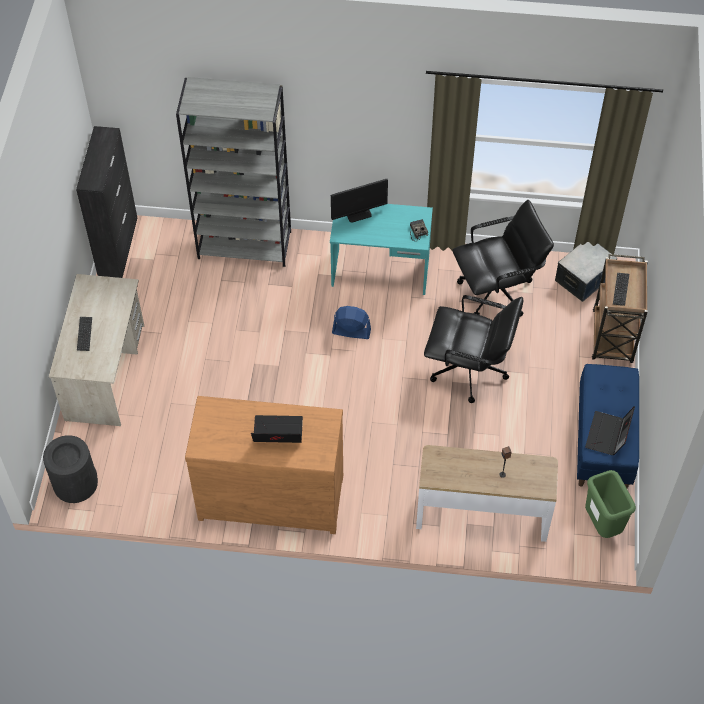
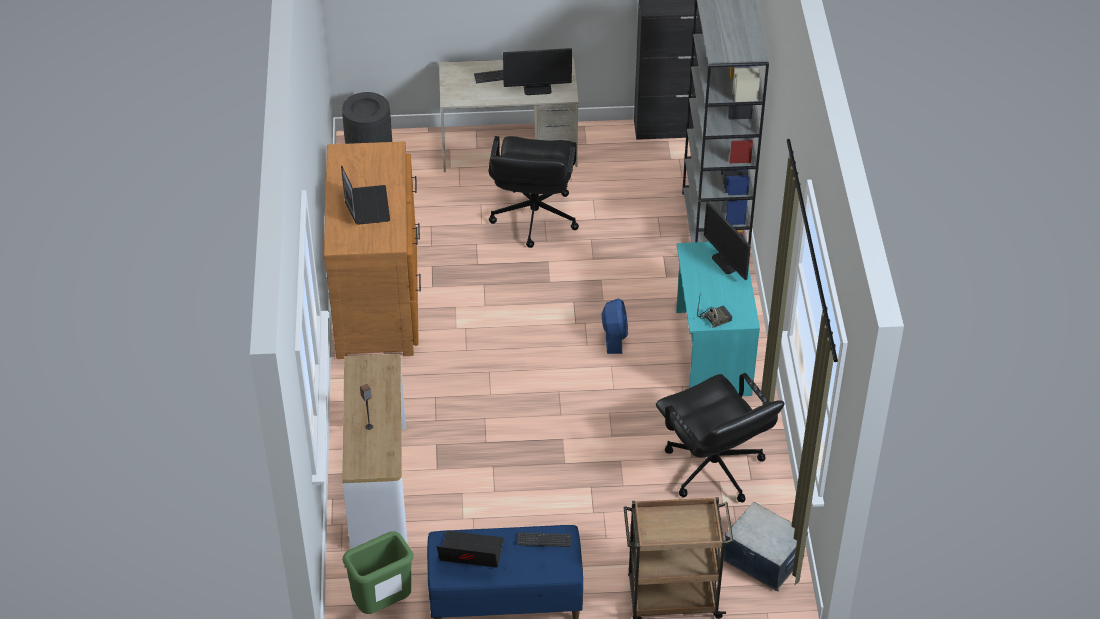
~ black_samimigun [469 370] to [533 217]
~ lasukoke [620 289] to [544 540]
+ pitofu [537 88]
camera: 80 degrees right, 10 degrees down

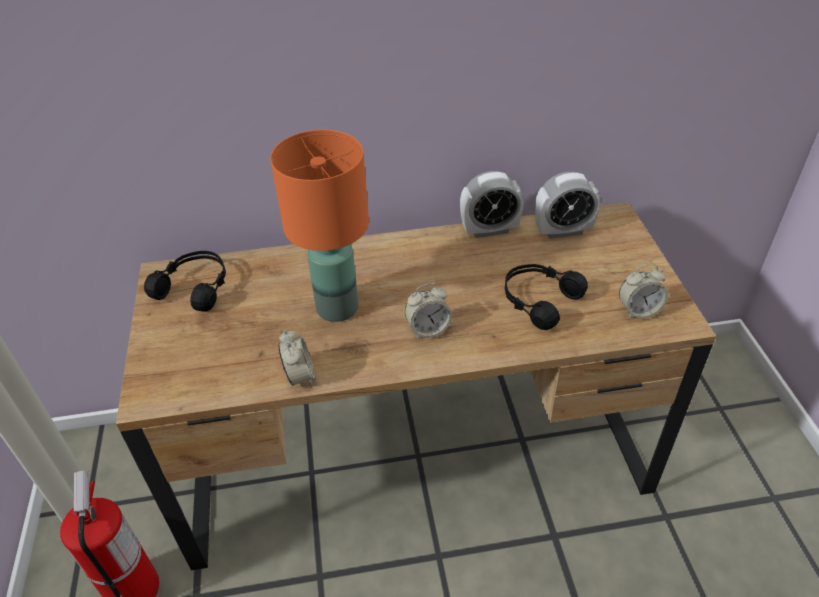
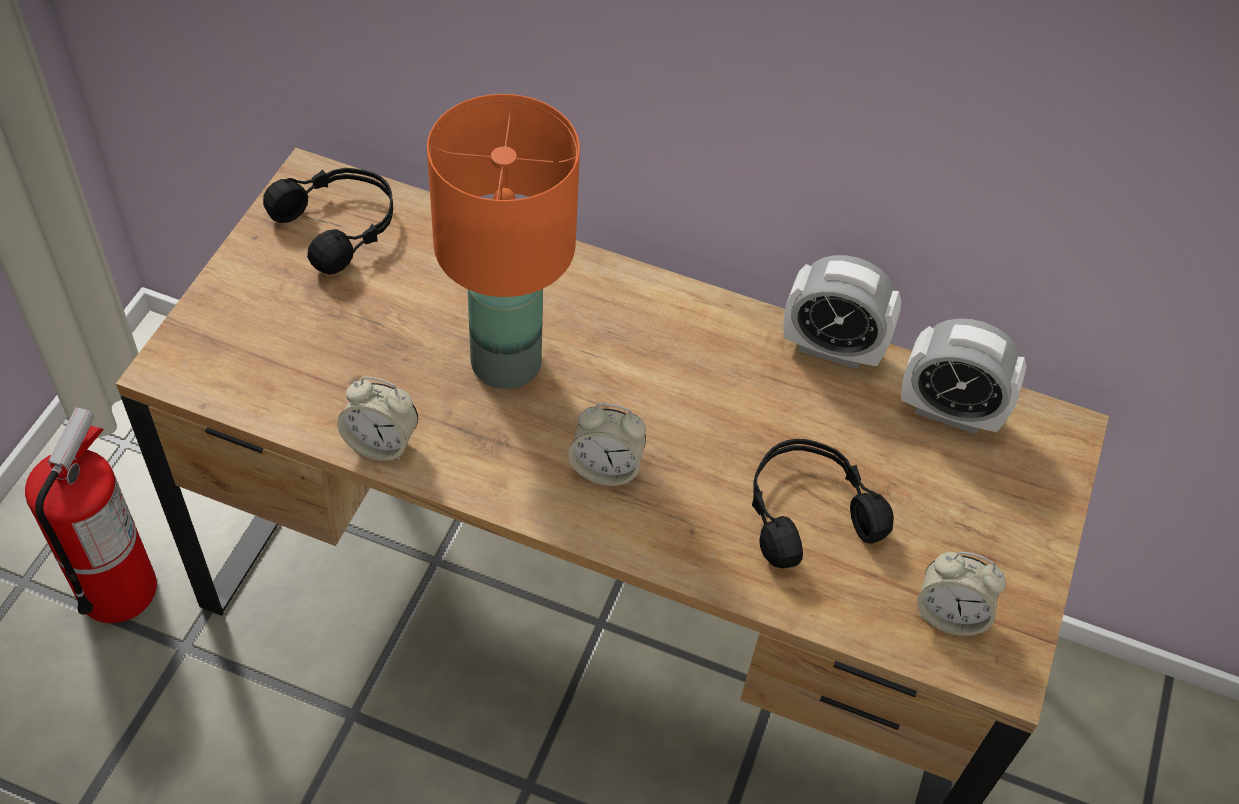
~ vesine [300 376] = [381 443] 90 degrees clockwise
camera: 25 degrees right, 10 degrees up

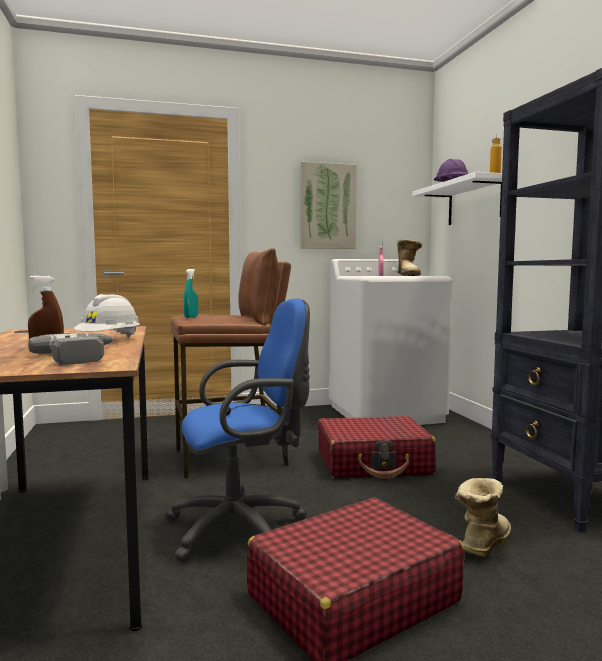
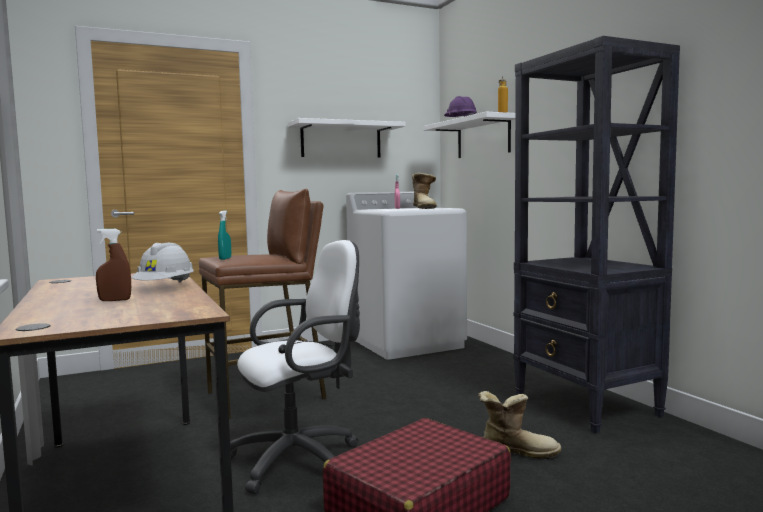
- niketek [83 356]
~ blue_samimigun [243 528] to white_samimigun [301 459]
~ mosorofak [327 206] to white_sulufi [341 140]
- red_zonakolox [374 463]
~ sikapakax [482 543] = [517 450] 75 degrees clockwise
camera: 10 degrees left, 0 degrees up

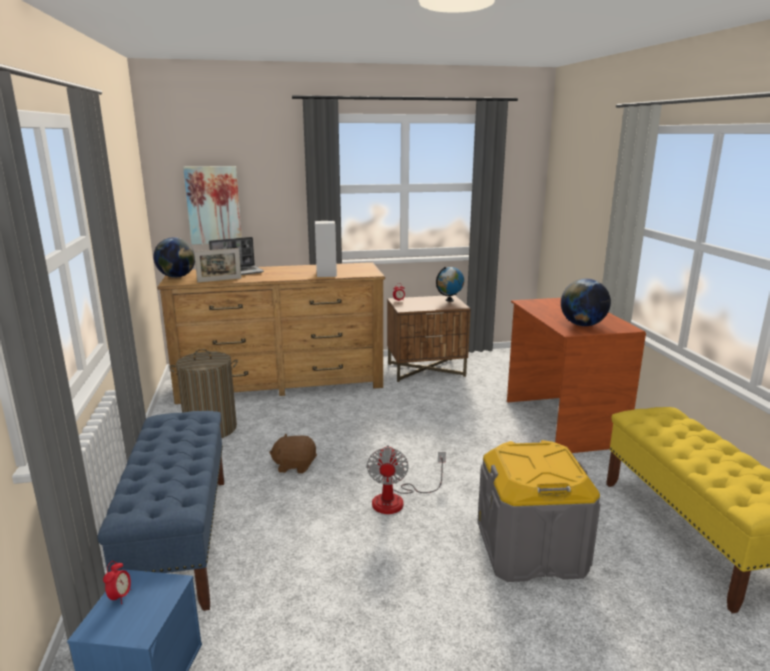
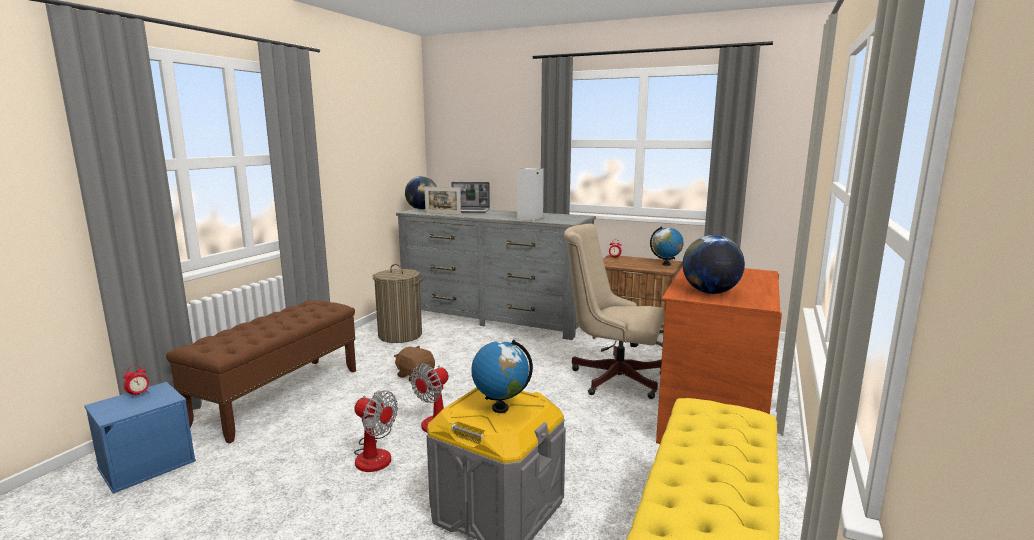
~ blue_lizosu [180 540] to brown_lizosu [279 396]
~ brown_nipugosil [281 383] to grey_nipugosil [495 317]
- mosorofak [213 205]
+ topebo [375 453]
+ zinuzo [500 408]
+ beige_samimigun [612 377]
camera: 35 degrees right, 5 degrees down

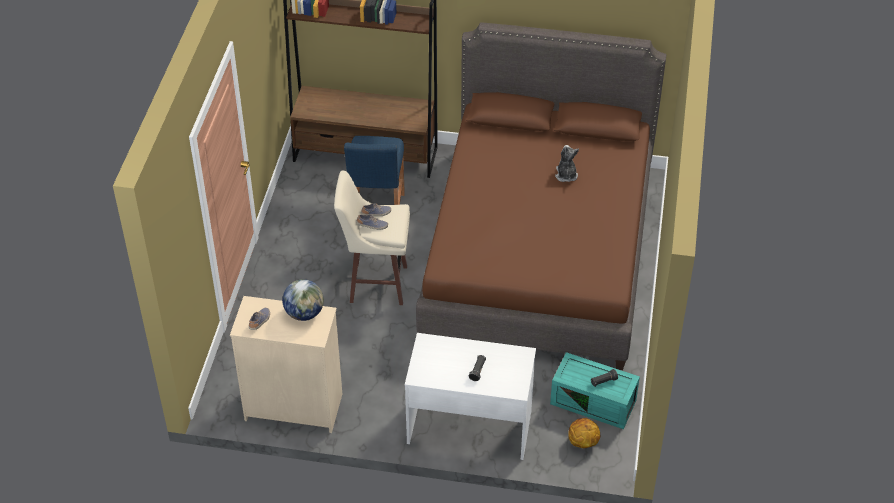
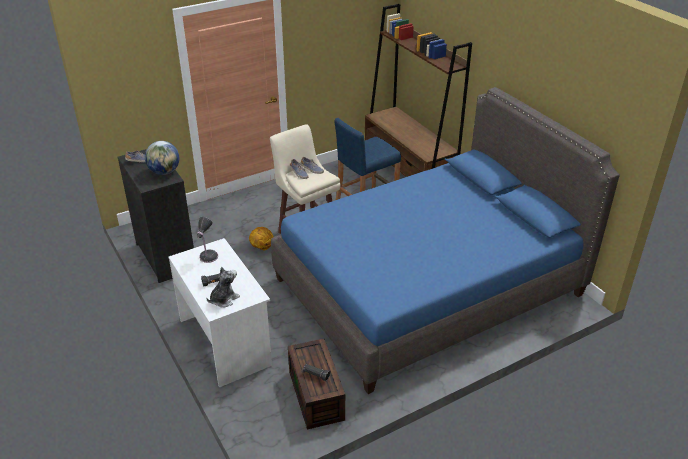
~ beige_nipugosil [294 406] to black_nipugosil [166 257]
~ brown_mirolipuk [538 252] to blue_mirolipuk [427 286]
~ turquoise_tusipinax [594 402] to brown_tusipinax [317 396]
~ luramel [566 175] to [223 299]
~ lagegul [582 442] to [262 247]
+ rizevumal [208 257]
camera: 50 degrees right, 10 degrees down

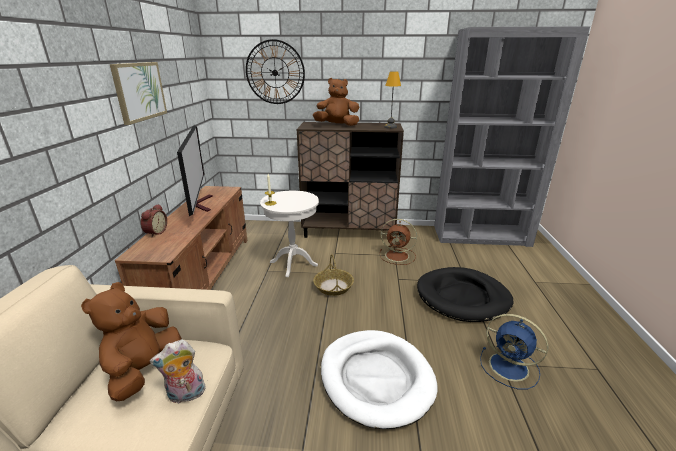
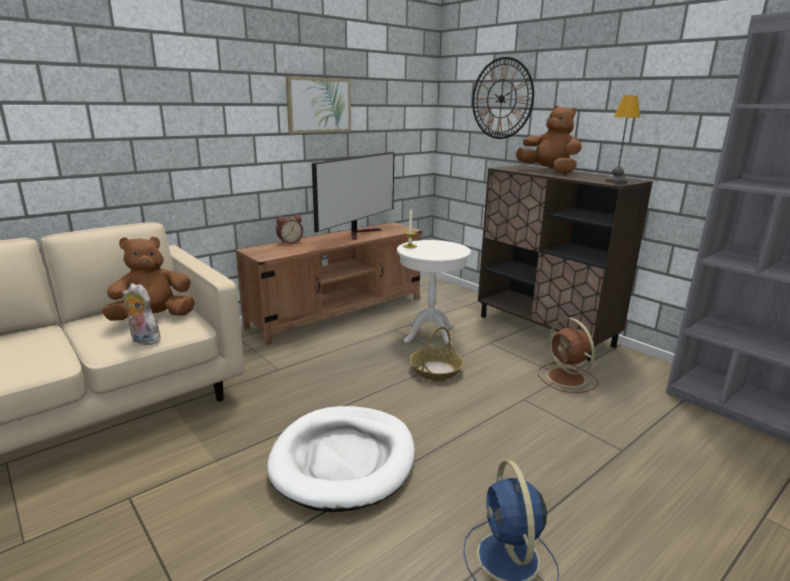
- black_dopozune [463 297]
camera: 45 degrees right, 5 degrees down

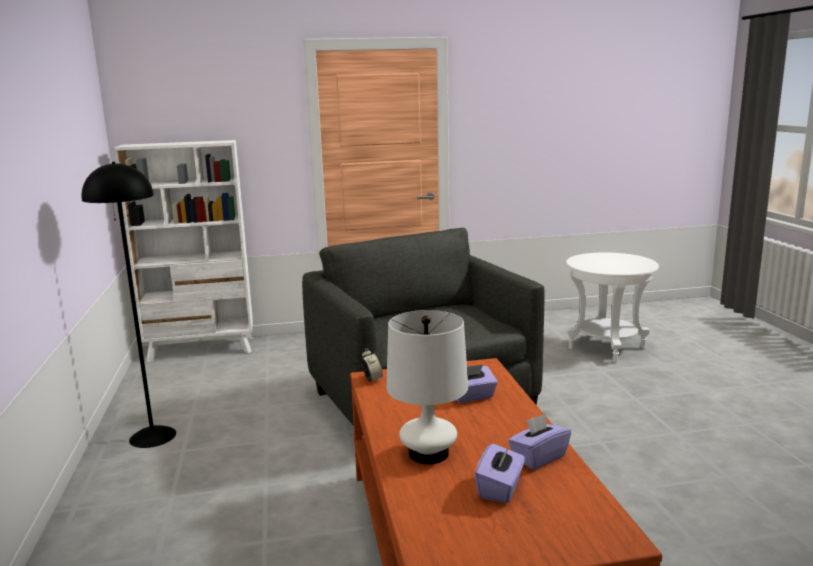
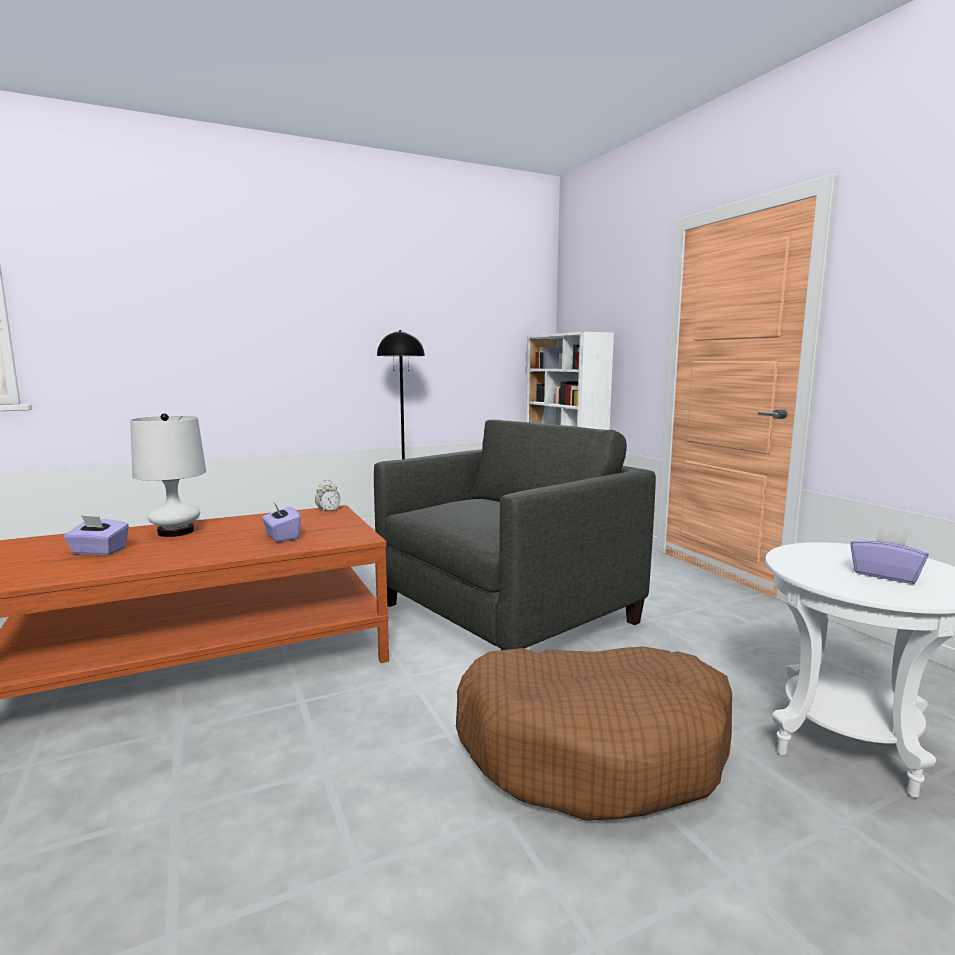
~ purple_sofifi [538 457] to [886 575]
+ brown_dopozune [594 748]
camera: 75 degrees right, 5 degrees down

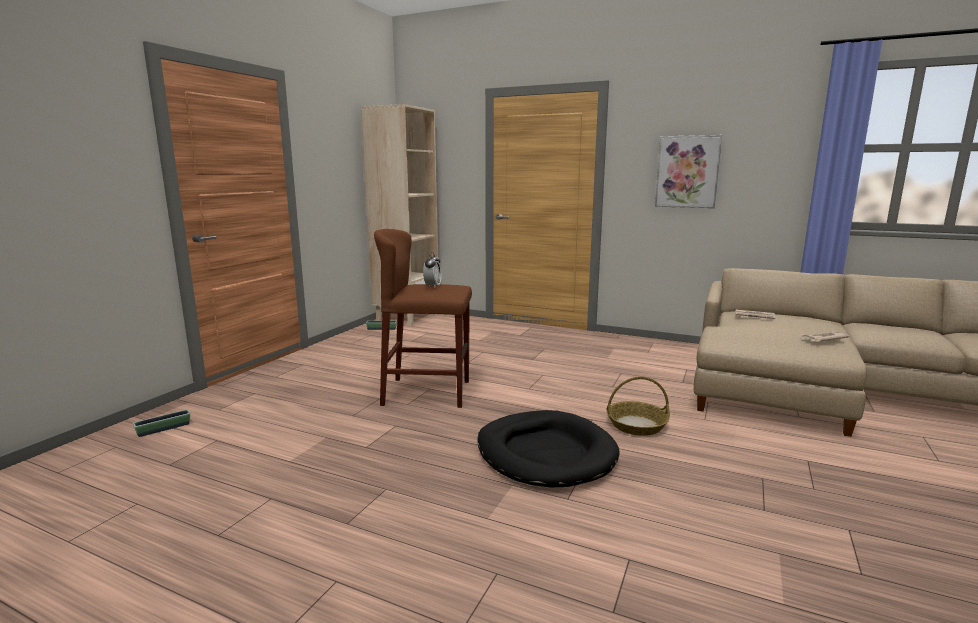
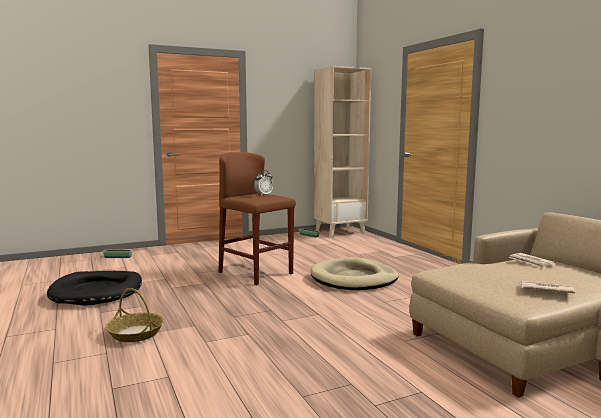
~ black_dopozune [545 453] to [97 291]
~ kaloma [636 425] to [135 333]
- mosorofak [687 172]
+ beige_dopozune [354 279]
camera: 40 degrees right, 5 degrees down

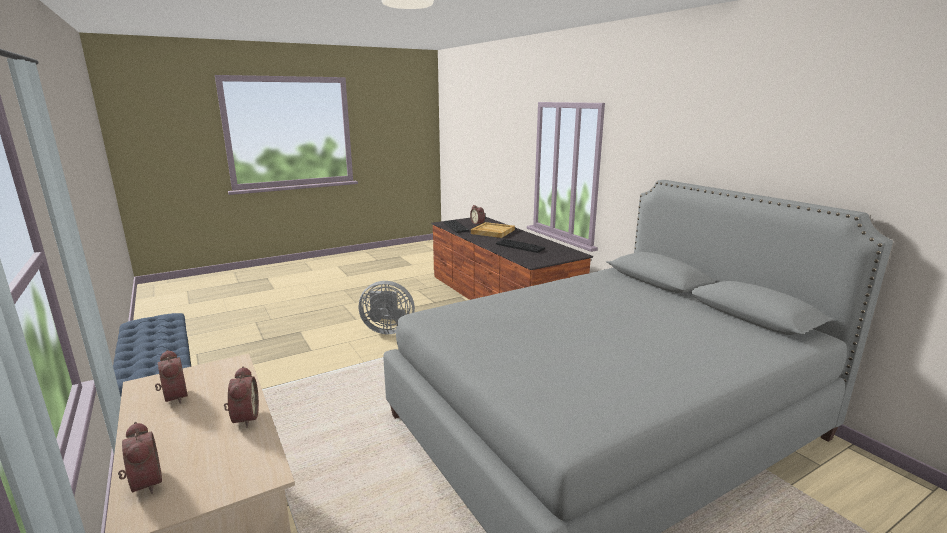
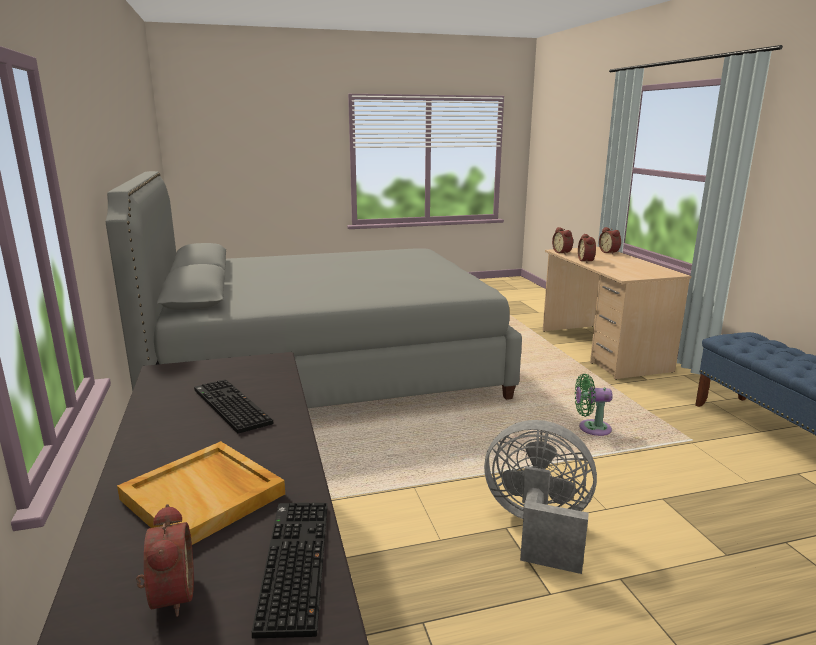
~ vesine [173 397] to [562 252]
+ green_topebo [591 428]
camera: 165 degrees left, 0 degrees up

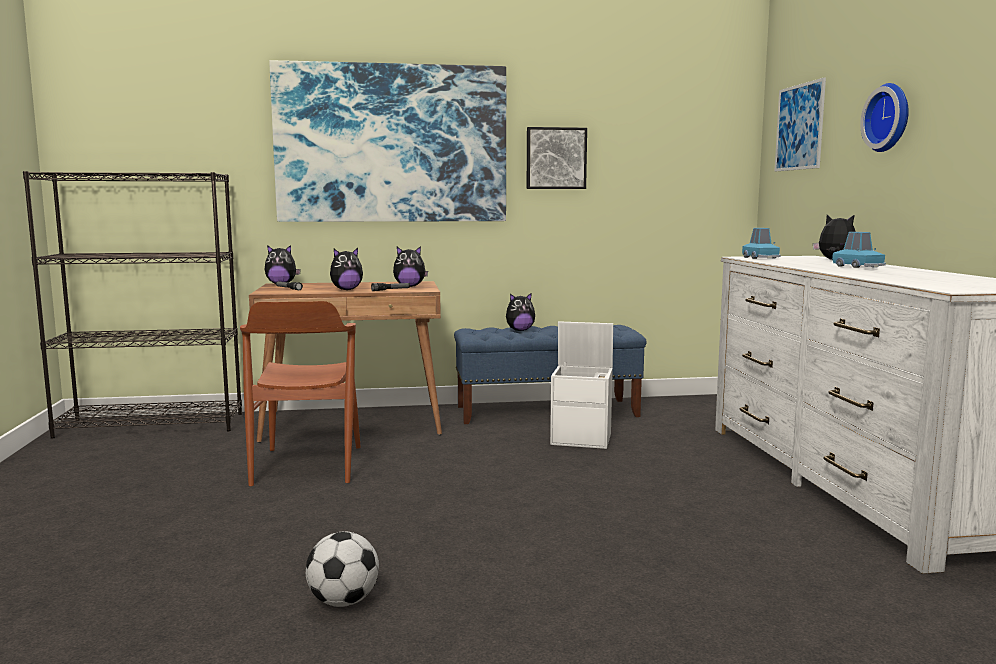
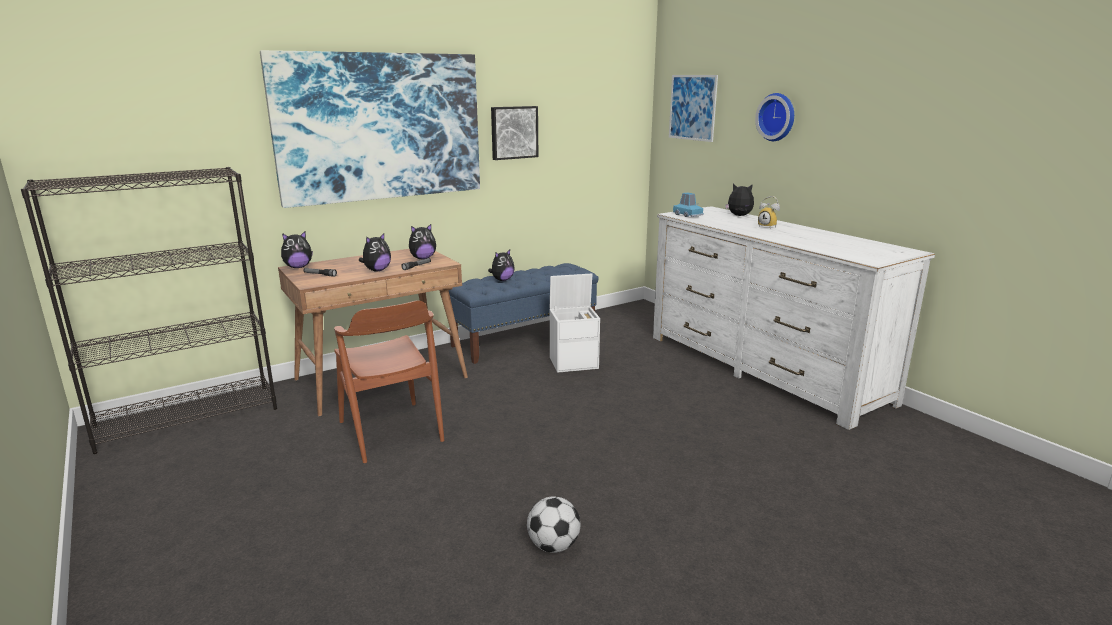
~ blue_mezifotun [858 266] to vesine [768 226]
camera: 25 degrees left, 10 degrees up

